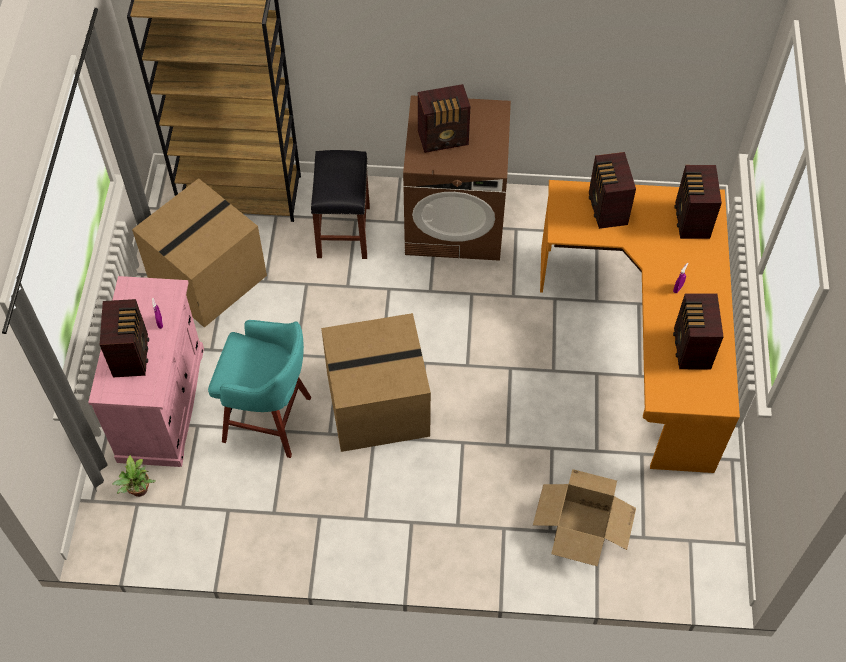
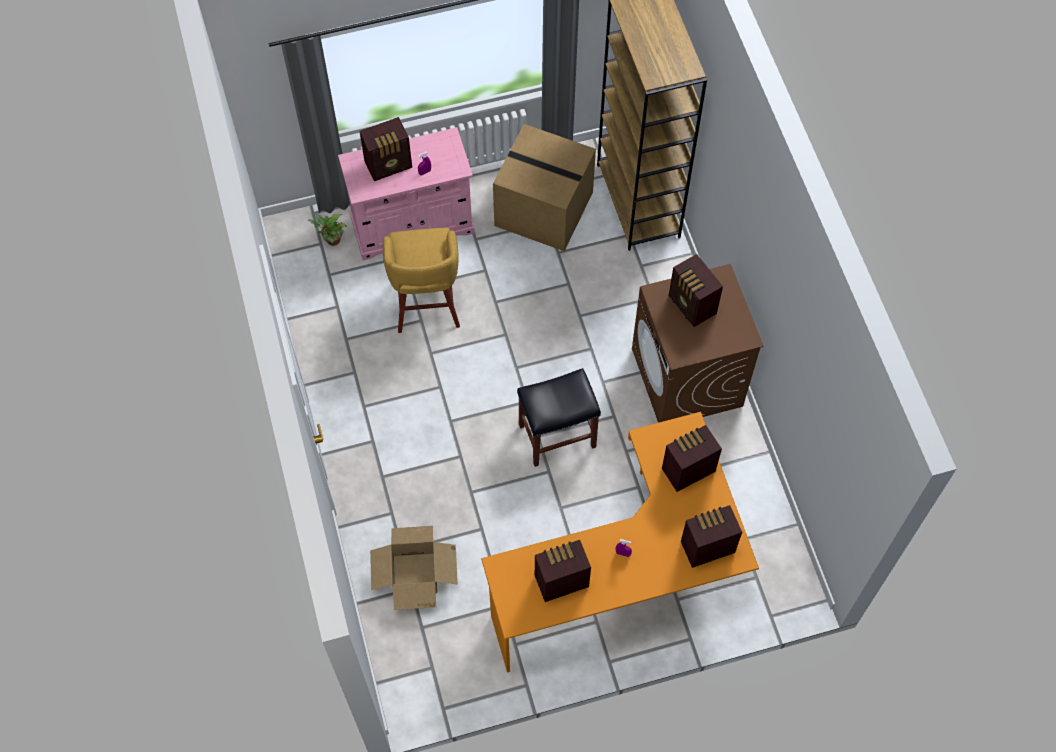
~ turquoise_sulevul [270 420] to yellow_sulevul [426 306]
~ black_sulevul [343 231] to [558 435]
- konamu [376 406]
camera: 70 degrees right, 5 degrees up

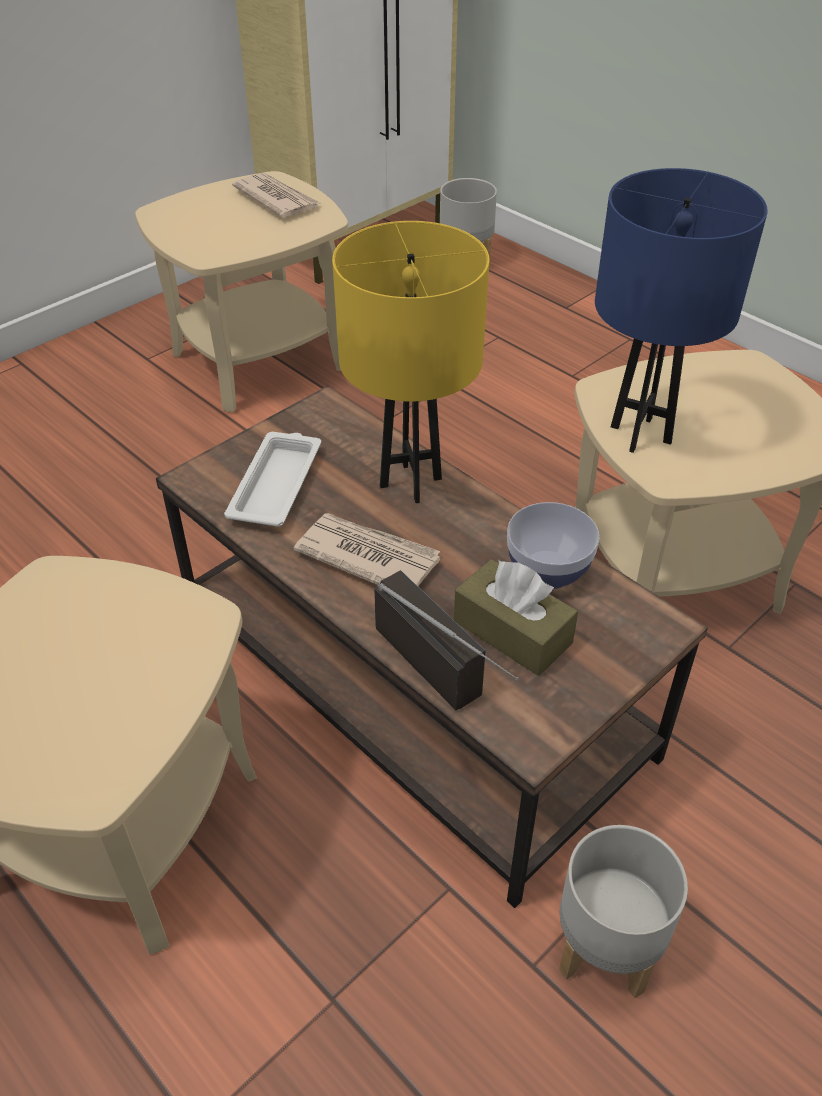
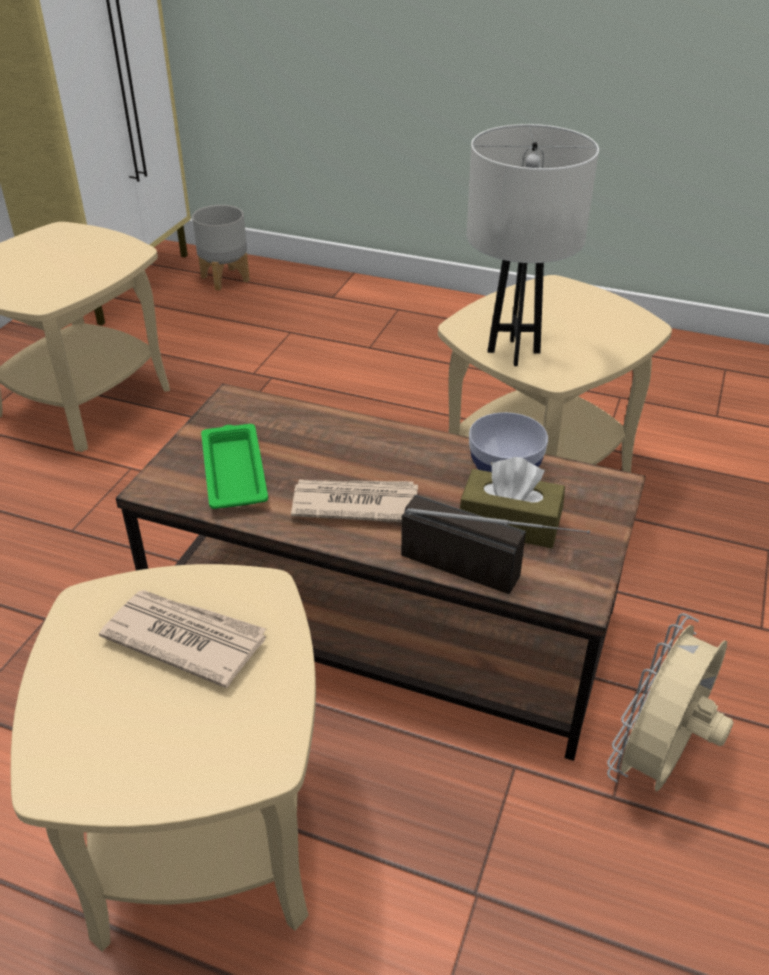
~ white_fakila [277 484] to green_fakila [234 471]
~ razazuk [276 199] to [184 638]
- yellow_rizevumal [410 482]
~ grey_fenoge [605 950] to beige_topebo [658 763]
~ blue_rizevumal [641 434] to white_rizevumal [514 352]
camera: 25 degrees left, 5 degrees down

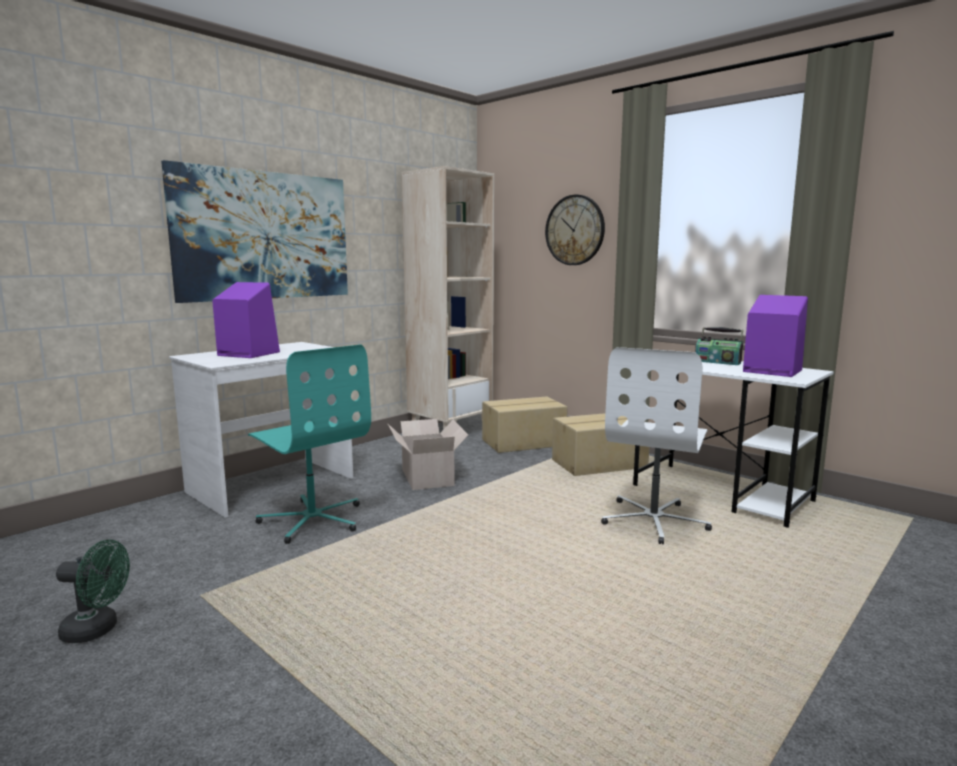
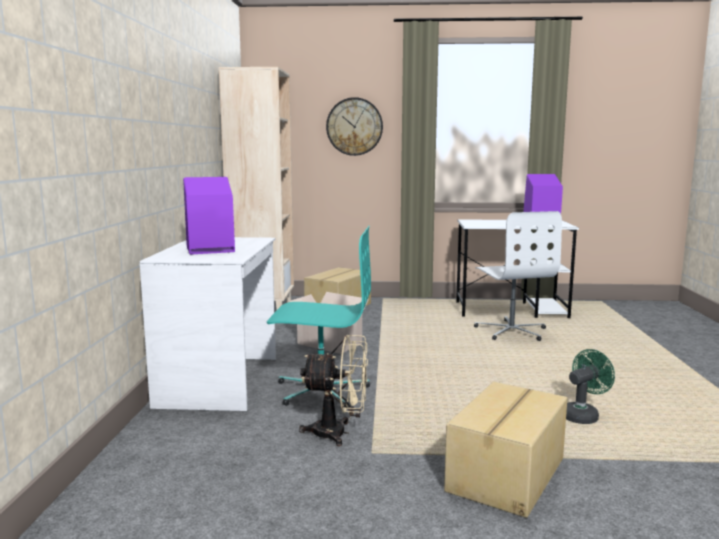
~ green_topebo [97 630] to [583 415]
- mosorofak [264 236]
~ konamu [600 464] to [508 474]
- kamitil [718 362]
+ beige_topebo [338 433]
camera: 40 degrees left, 0 degrees up

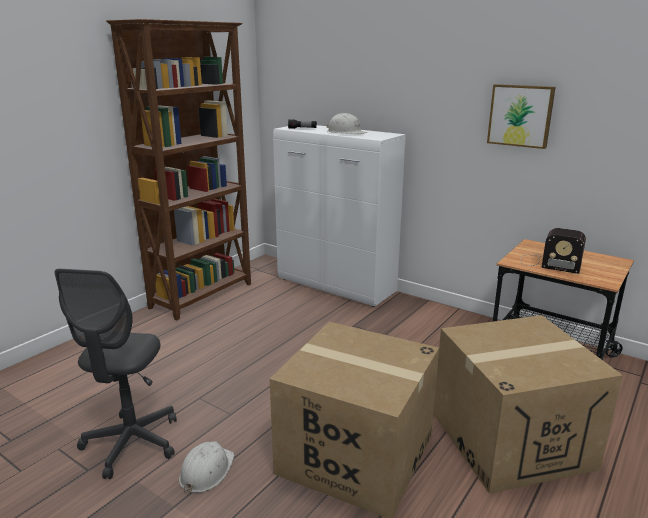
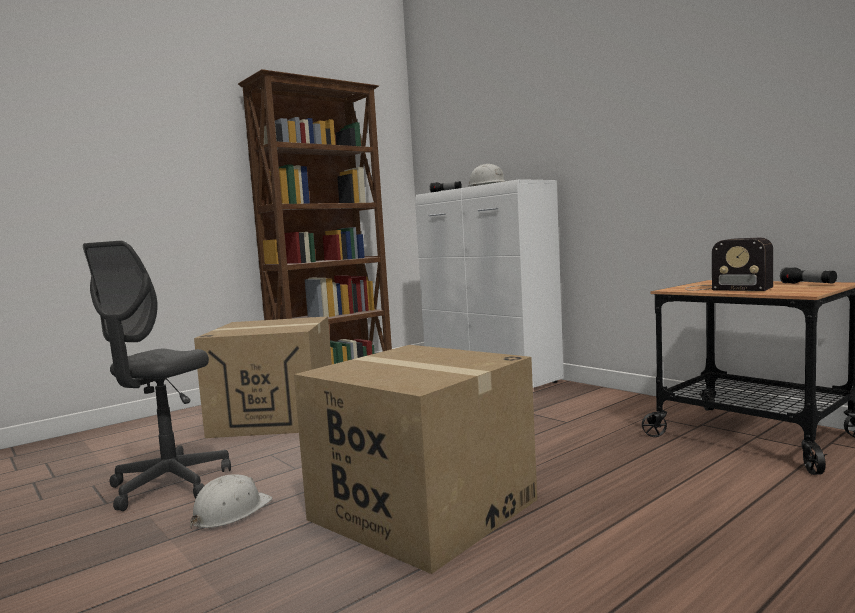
~ konamu [511 439] to [275 417]
- mosorofak [520 115]
+ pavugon [808 284]
camera: 15 degrees right, 15 degrees down

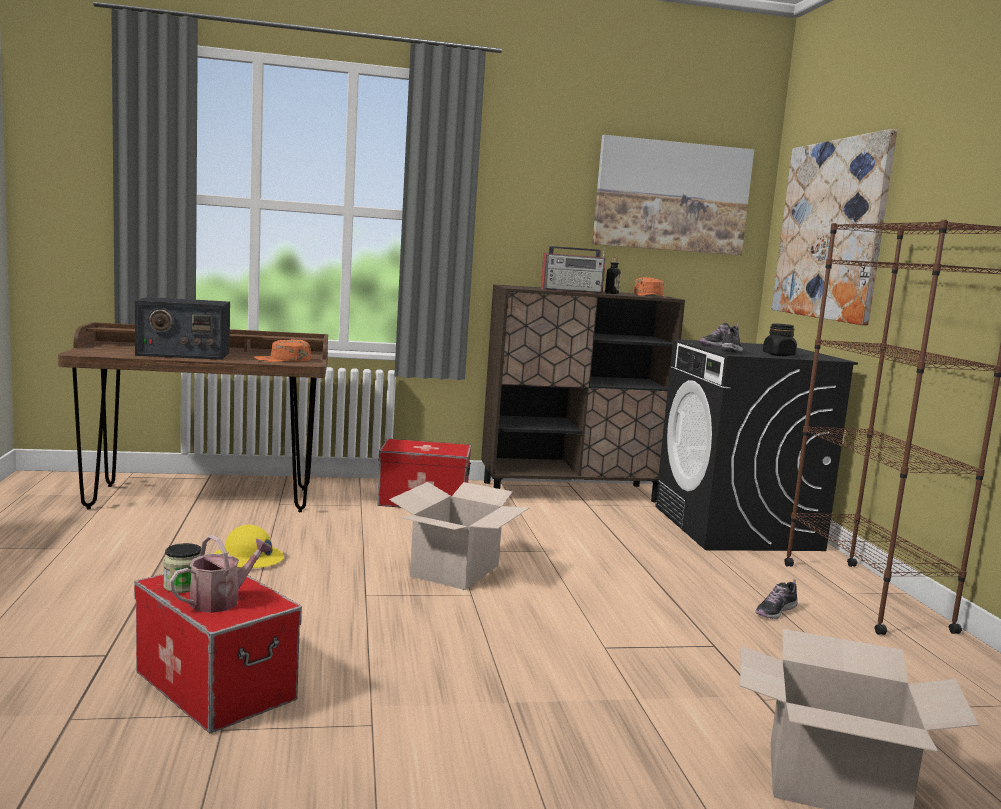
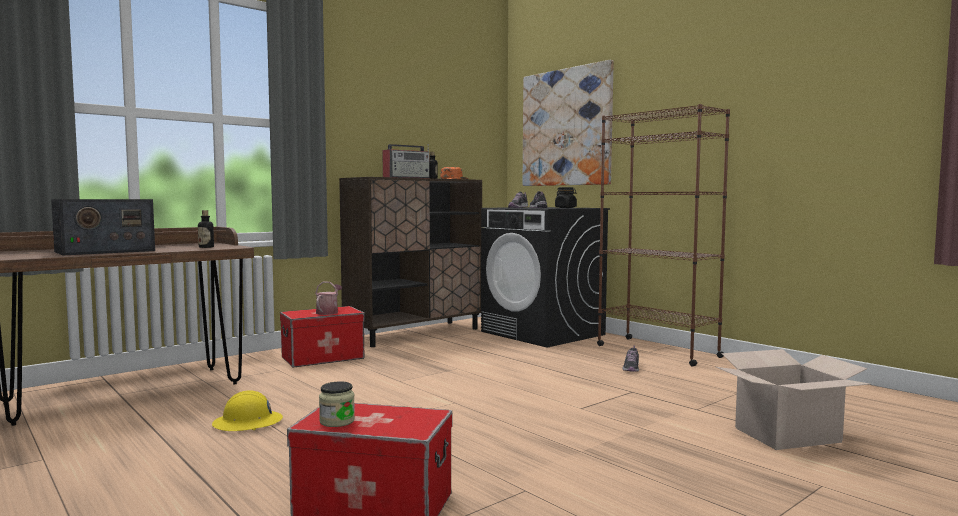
~ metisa [221 600] to [328 312]
~ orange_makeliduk [282 360] to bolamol [206 247]
- konamu [454 570]
- mosorofak [671 196]
camera: 30 degrees left, 5 degrees down

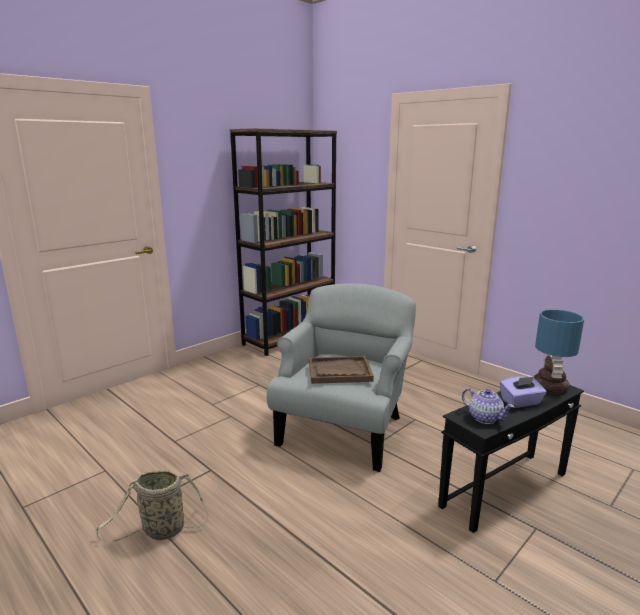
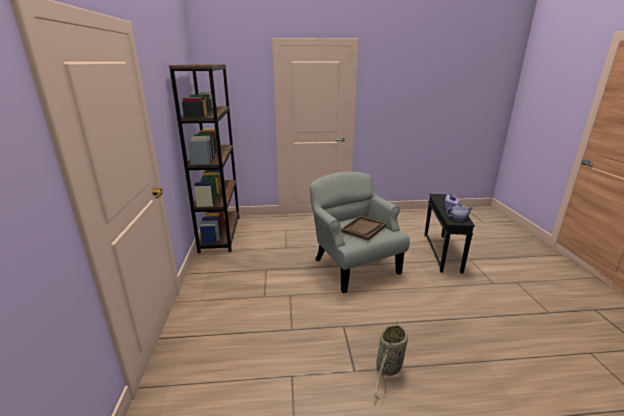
- rizevumal [551 387]
camera: 50 degrees left, 5 degrees up

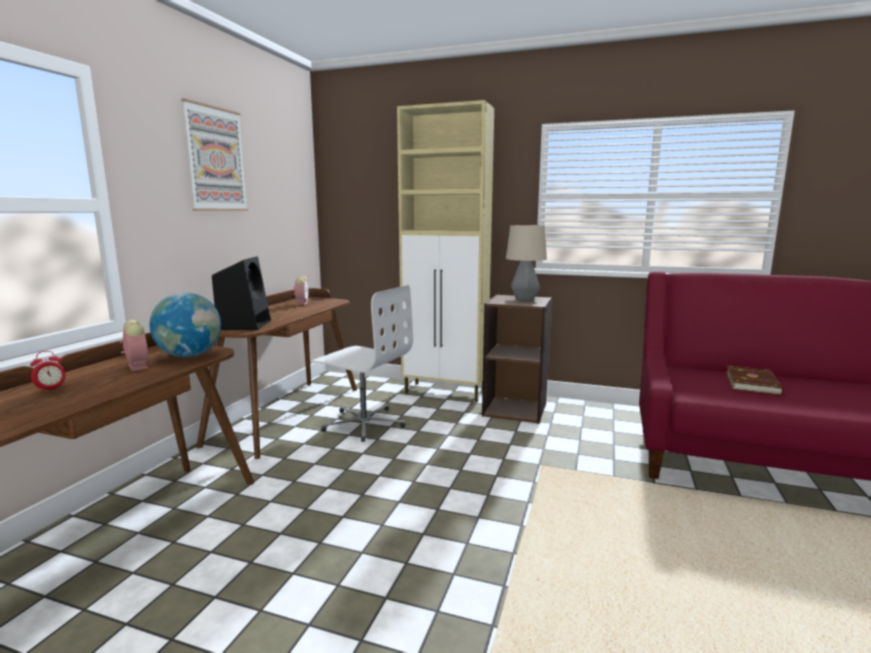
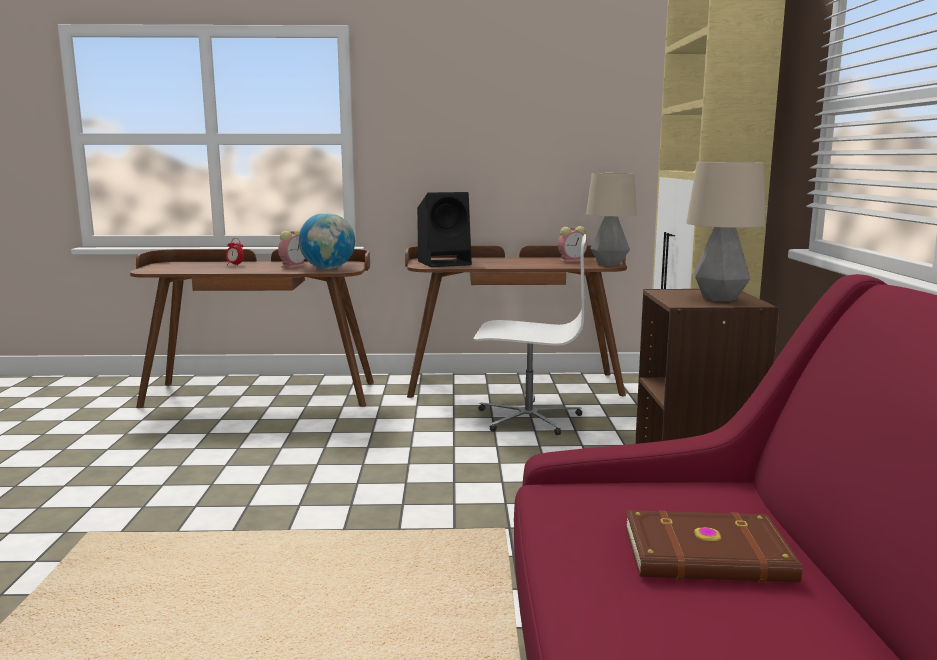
- mosorofak [215 159]
~ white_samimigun [364 423] = [528 418] 90 degrees counterclockwise
+ rizevumal [609 264]
camera: 70 degrees right, 0 degrees up

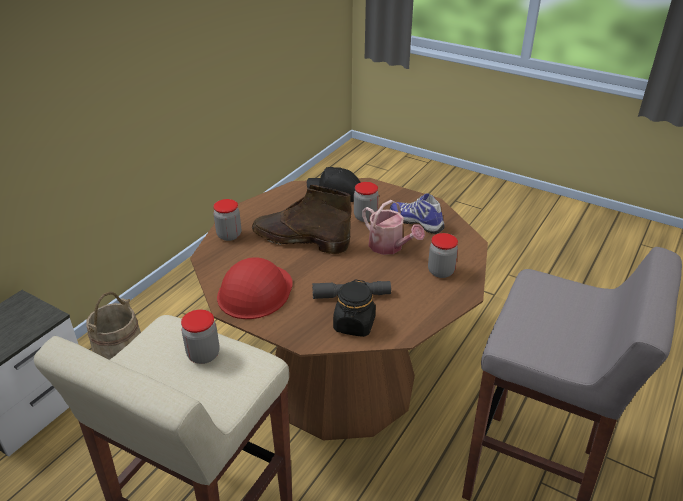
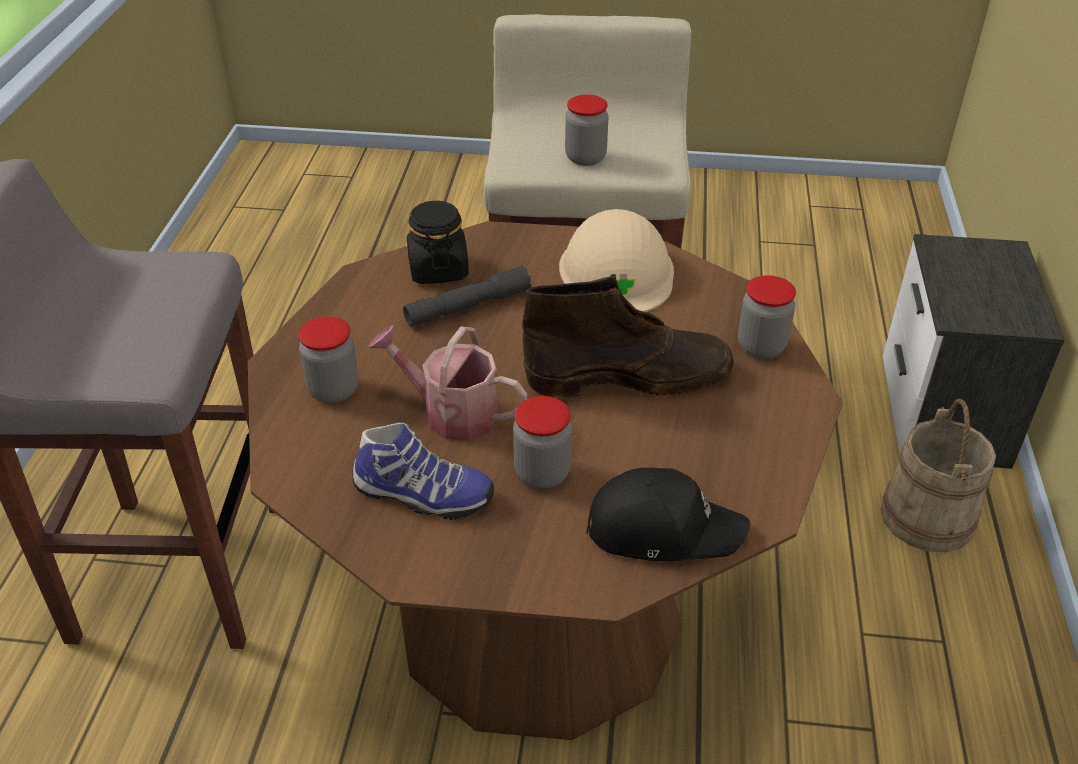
~ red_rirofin [255 291] to beige_rirofin [617 272]
camera: 155 degrees right, 5 degrees up

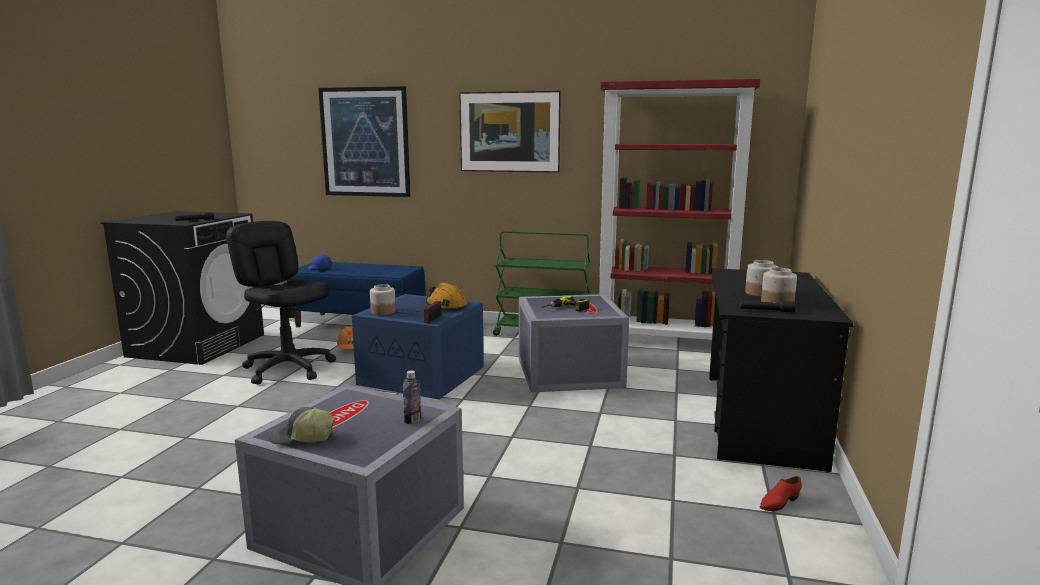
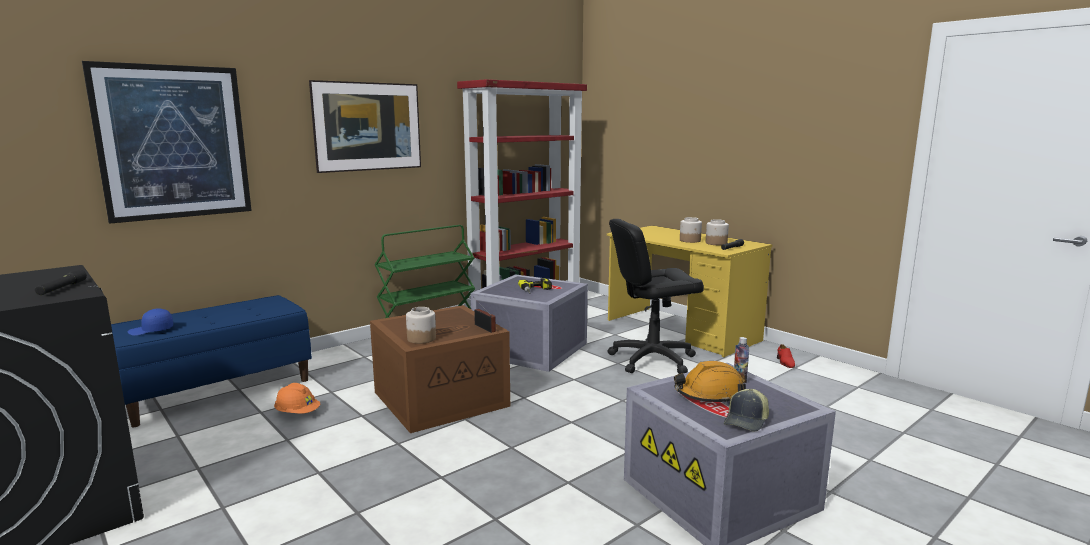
~ black_samimigun [289 369] to [652 359]
~ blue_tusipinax [424 375] to brown_tusipinax [441 398]
~ orange_rirofin [446 306] to [709 395]
~ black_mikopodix [759 419] to yellow_mikopodix [681 330]
camera: 55 degrees left, 0 degrees up

